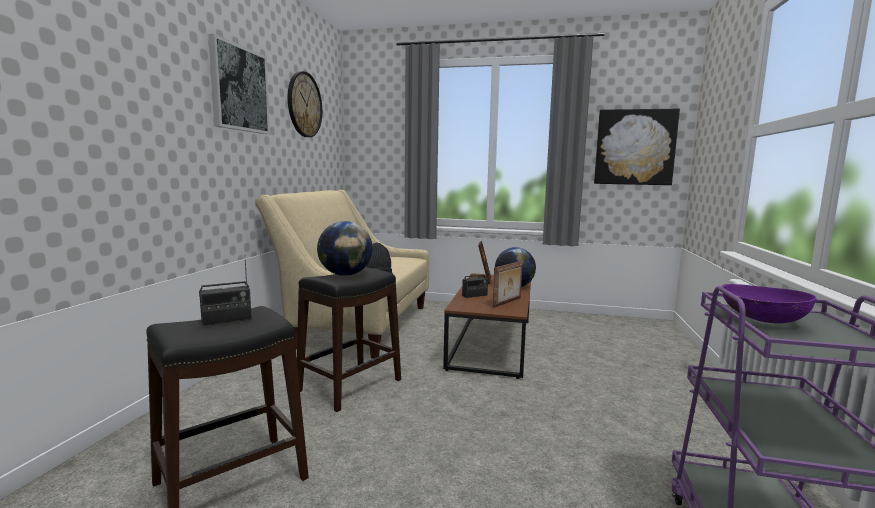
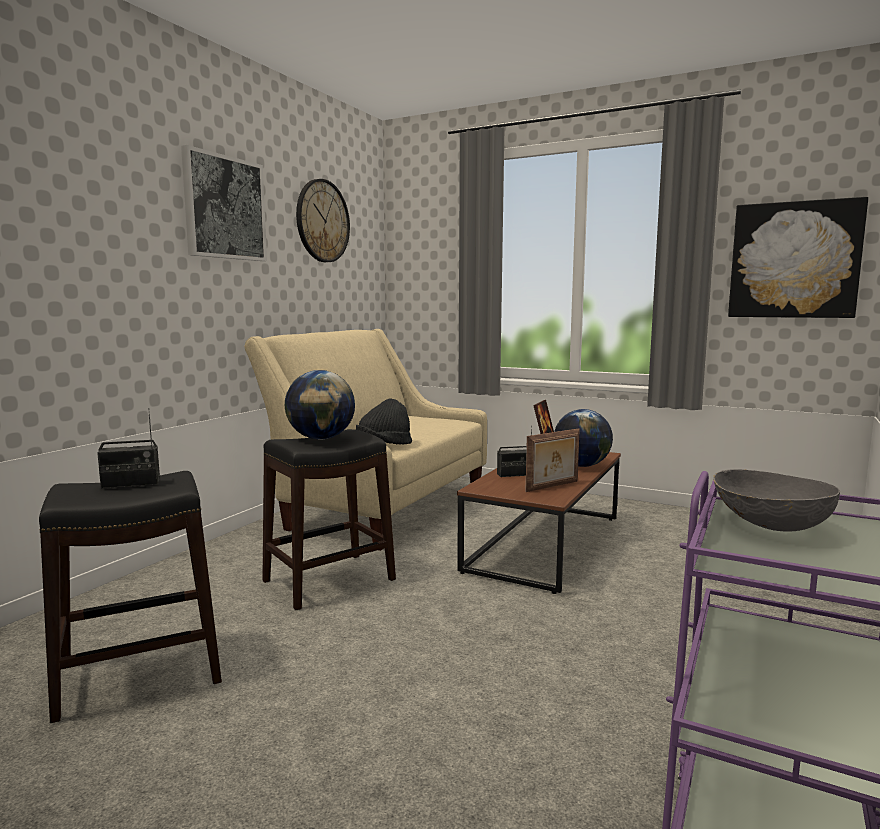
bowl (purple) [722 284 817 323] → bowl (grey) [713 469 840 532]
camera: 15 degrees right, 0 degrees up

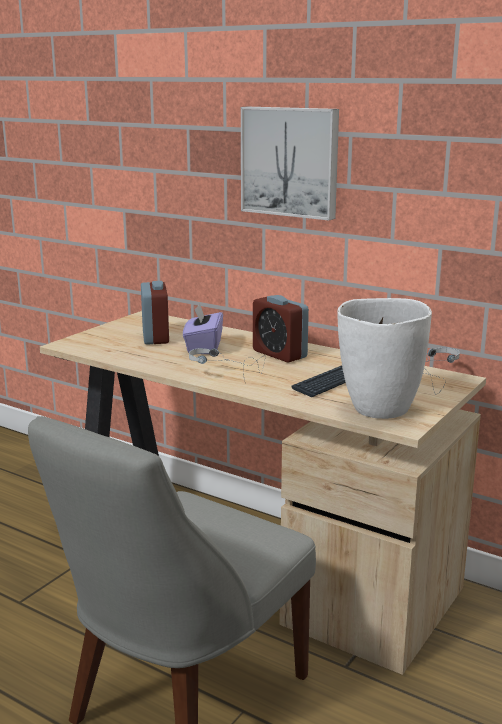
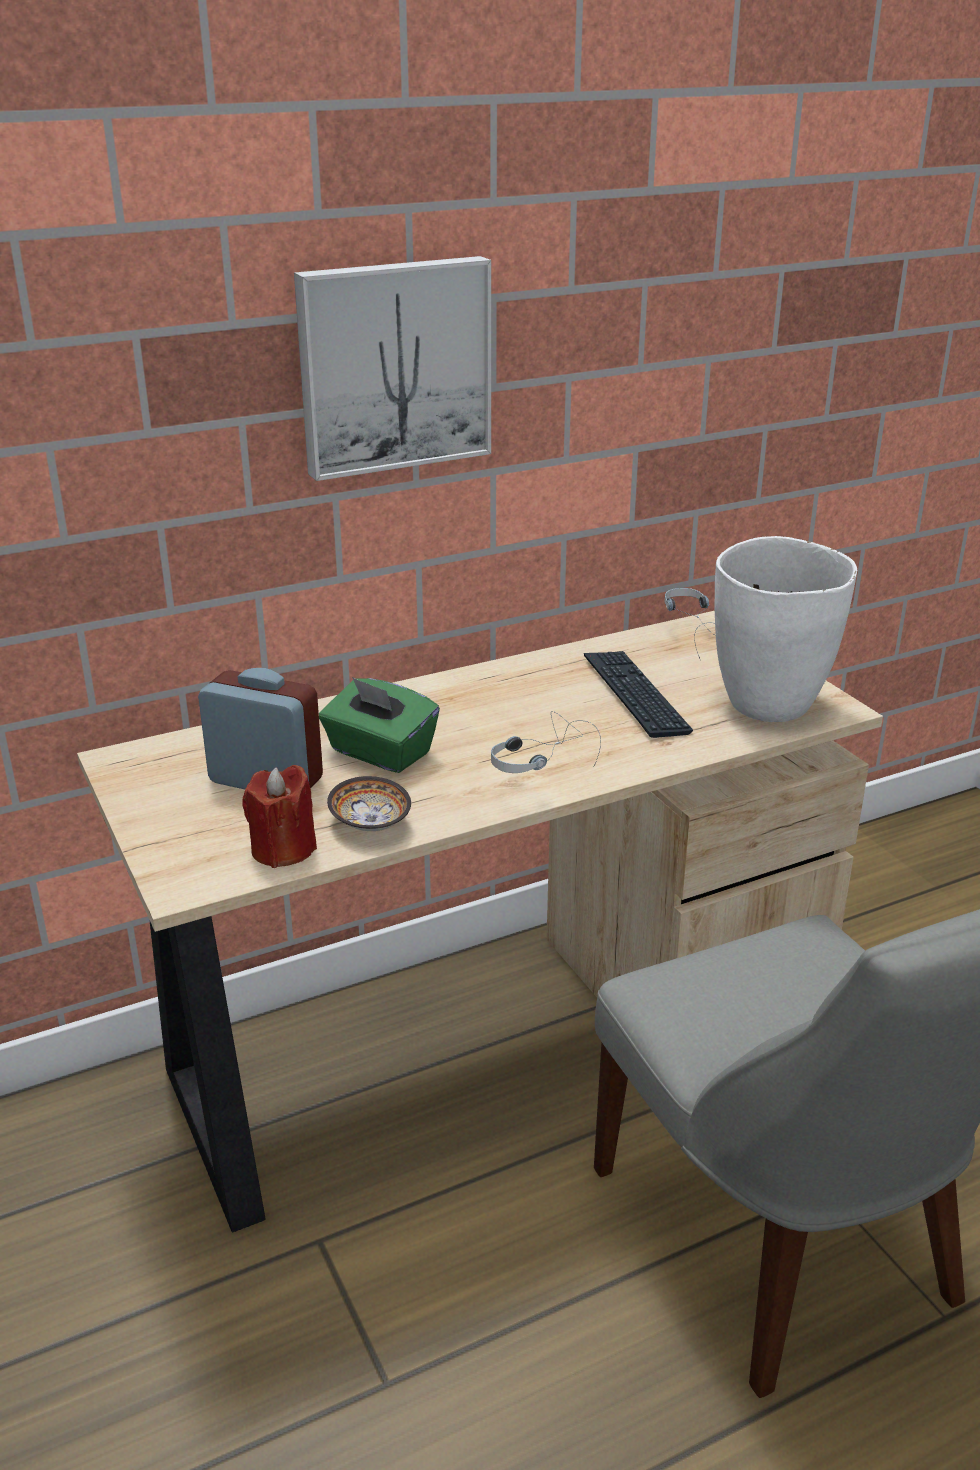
alarm clock [253 295 309 362] → -
- → candle (red) [242 765 317 868]
- → bowl [327 776 411 831]
tissue box (purple) [183 303 223 354] → tissue box (green) [319 677 440 773]
camera: 60 degrees left, 10 degrees up

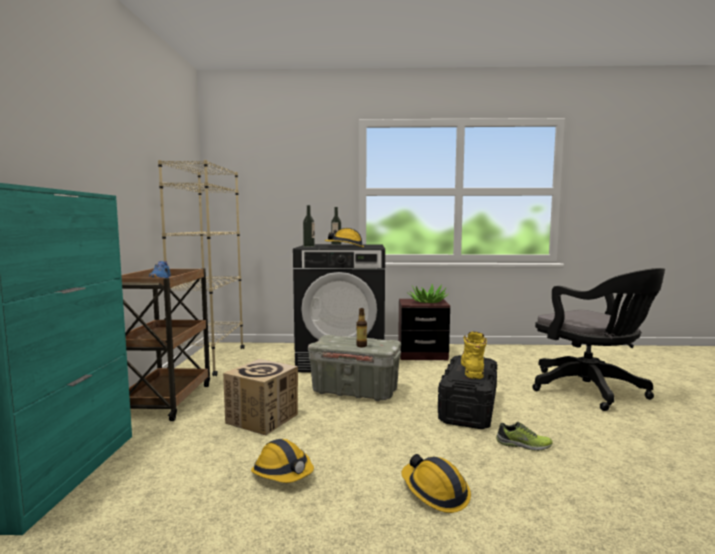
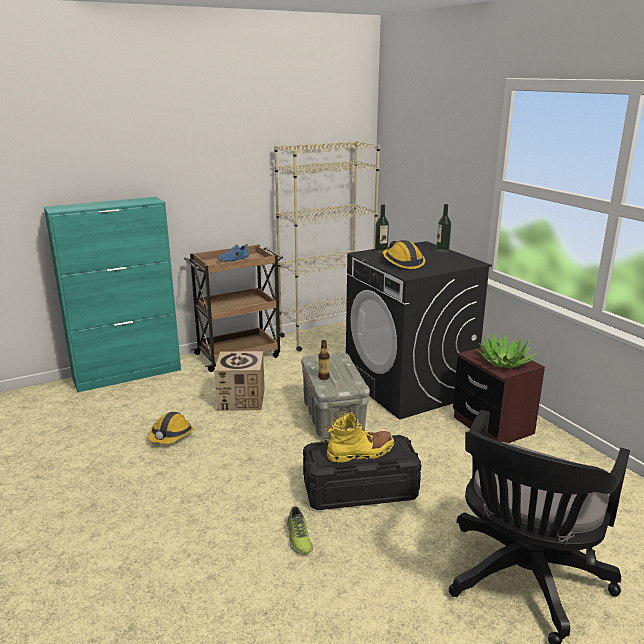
hard hat [401 454 471 513] → -
camera: 60 degrees right, 15 degrees up

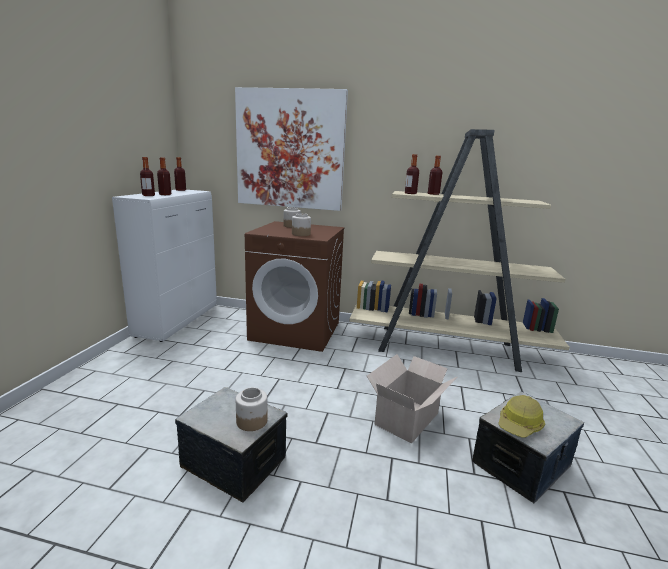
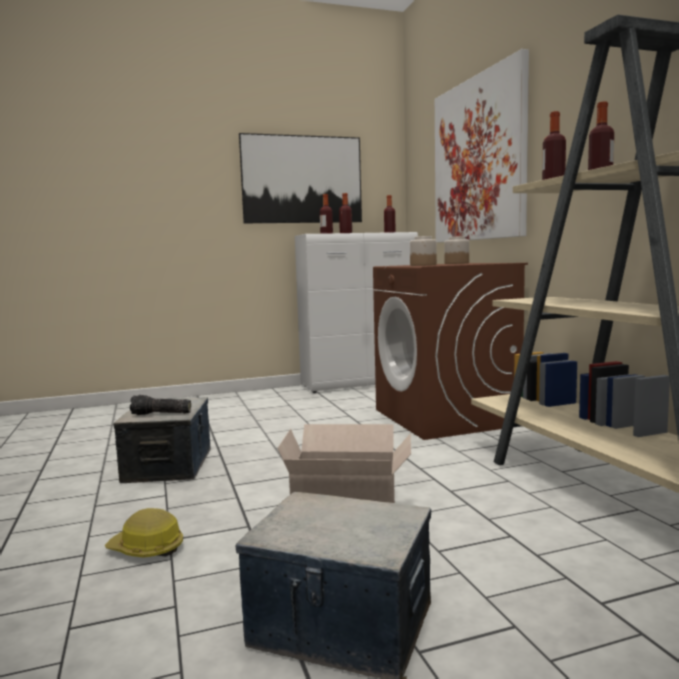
- → picture [239 133 362 223]
hard hat [498 395 545 437] → hard hat [105 508 183 558], moved
jar [236 387 267 431] → flashlight [130 395 191 415]
camera: 60 degrees right, 10 degrees down

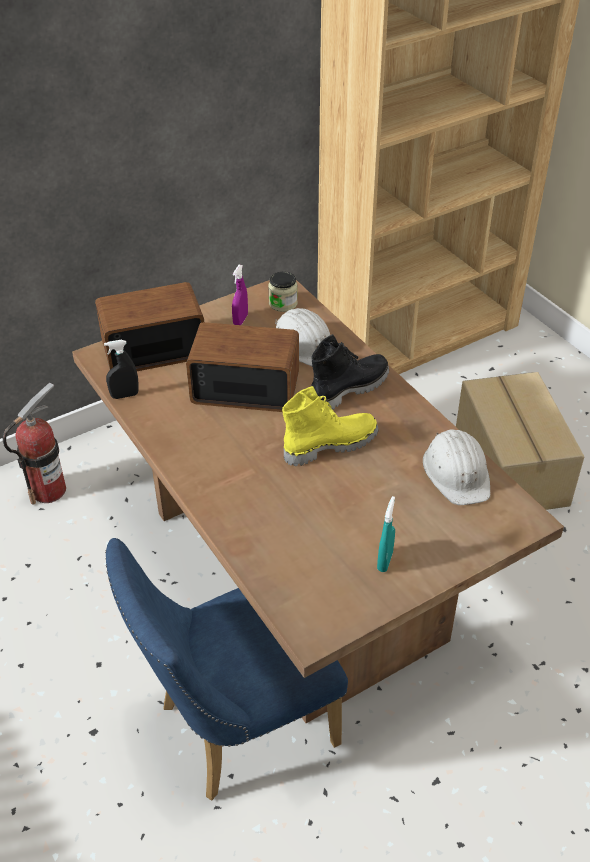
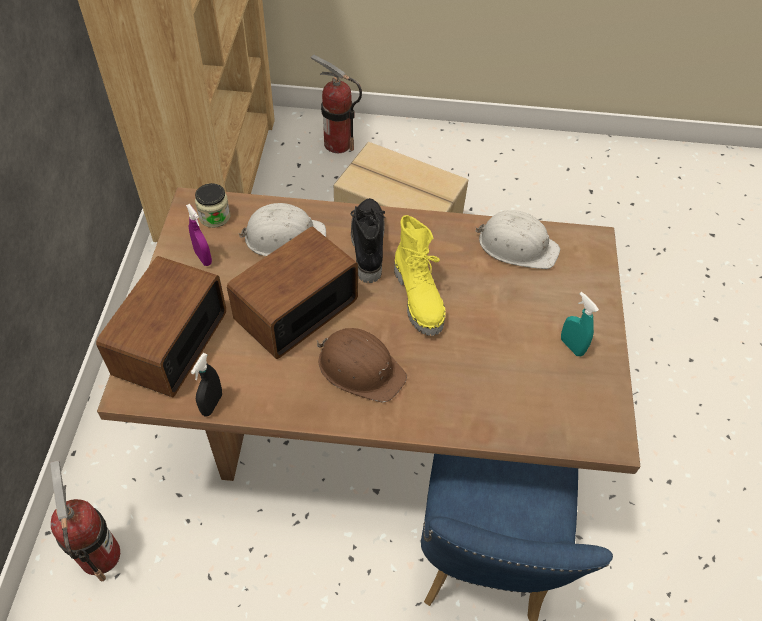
- → fire extinguisher [311 54 362 153]
- → hard hat (brown) [317 328 407 402]
boot (yellow) [282 386 378 466] → boot (yellow) [394 215 446 336], 150 degrees clockwise
camera: 55 degrees left, 10 degrees up

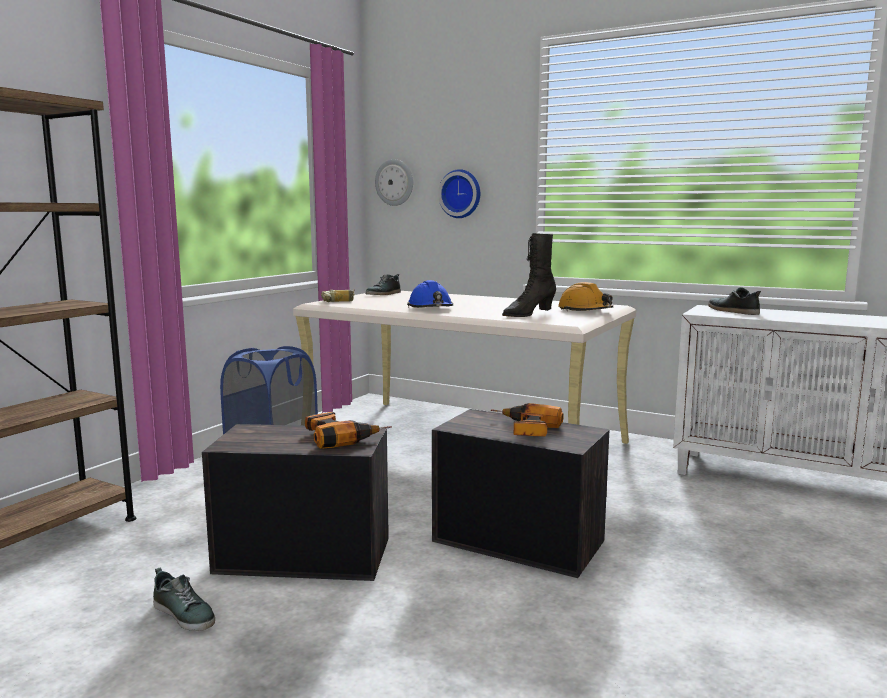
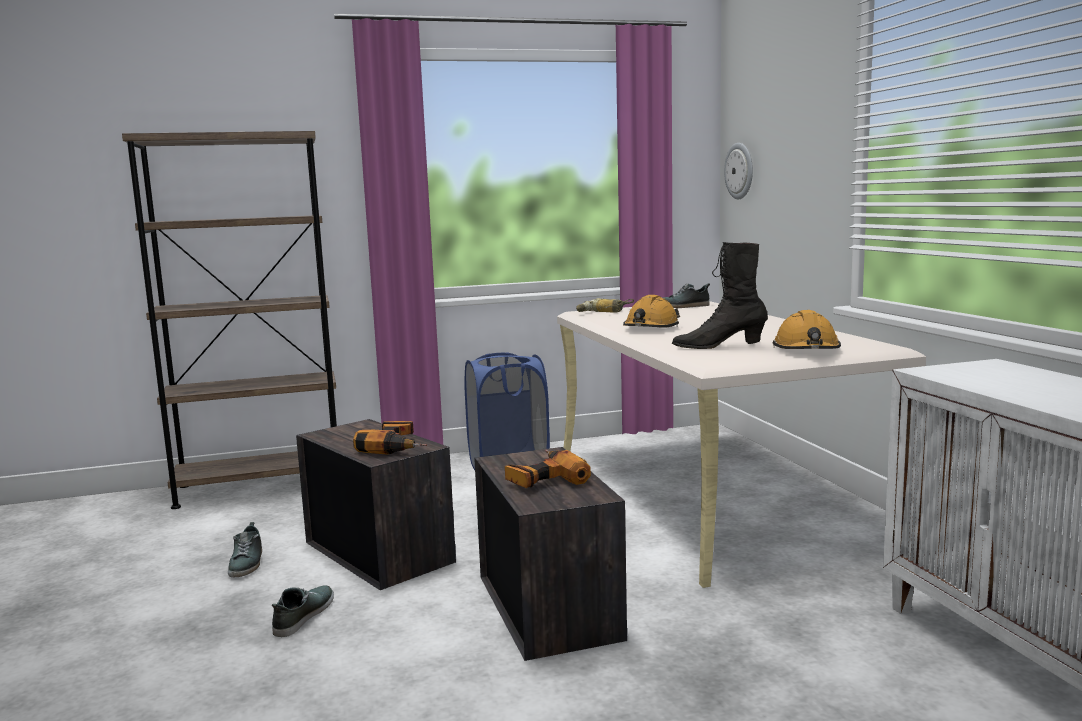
wall clock [438 169 480 218] → -
shoe [708 287 761 315] → shoe [272 585 334 637], moved
hard hat (blue) [407 280 453 308] → hard hat (orange) [623 295 680 328]
camera: 45 degrees right, 0 degrees up

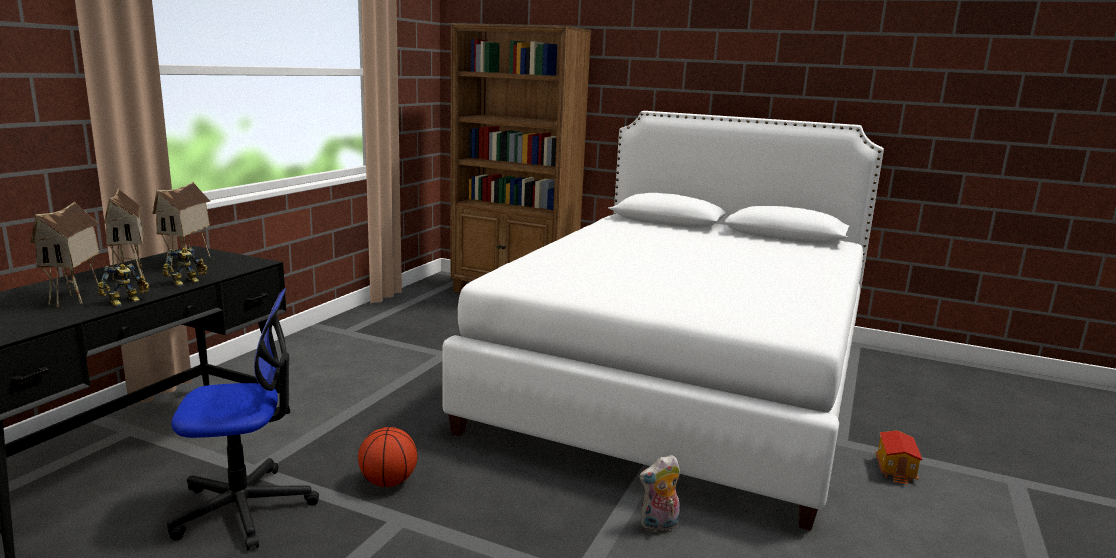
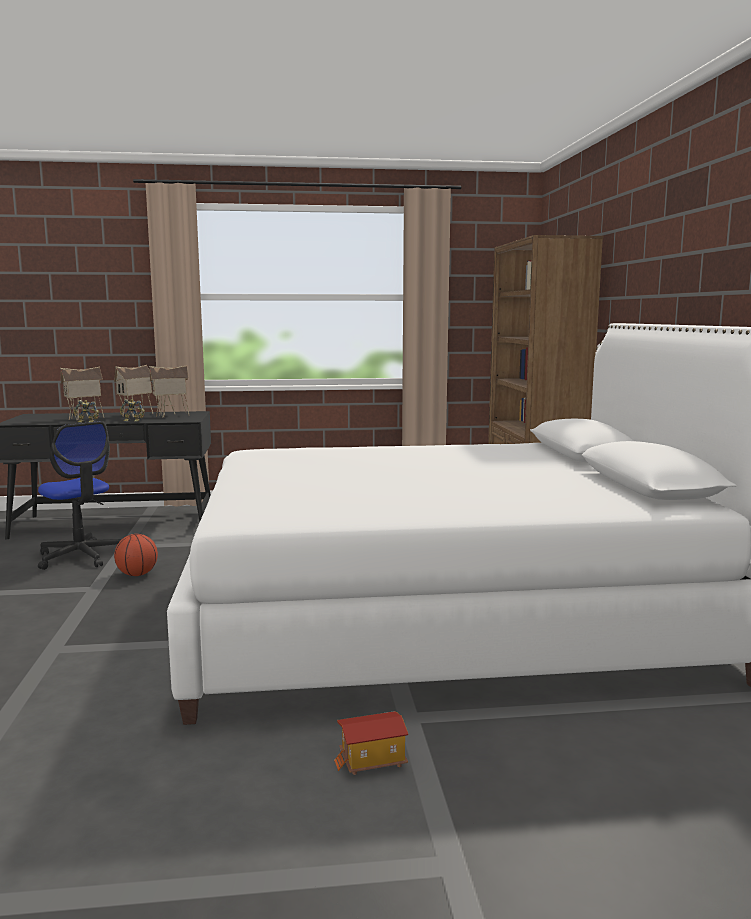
plush toy [639 455 680 532] → -
camera: 60 degrees right, 5 degrees down

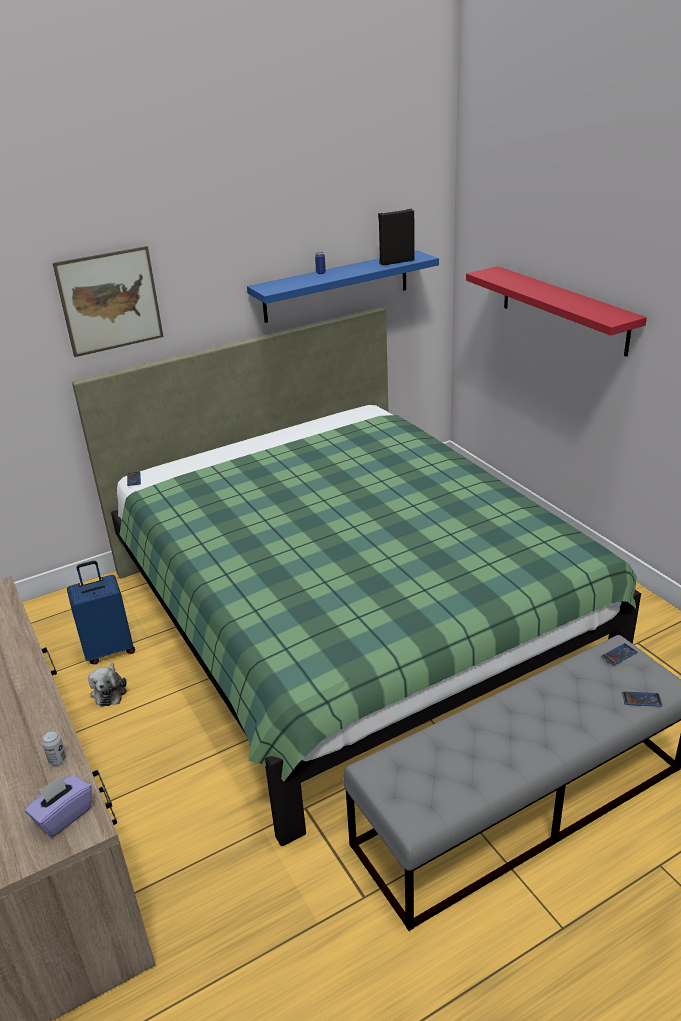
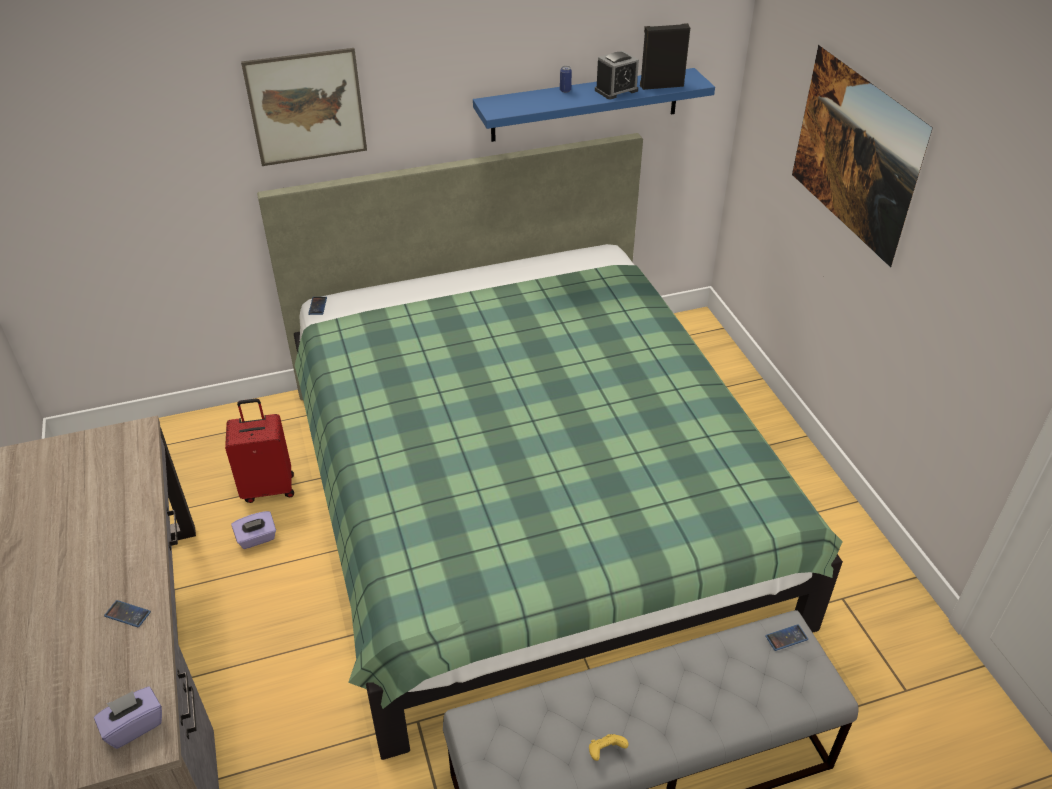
can [42 731 67 765] → -
- → game controller (yellow) [589 734 629 761]
- → alarm clock [595 51 639 99]
phone [622 691 662 707] → phone [104 600 151 627], moved
plush toy [88 663 127 707] → tissue box (purple) [231 511 276 549]
shelf (red) [466 266 647 357] → picture [792 45 933 268]
suitcase (blue) [67 561 135 664] → suitcase (red) [225 399 294 503]
camera: 10 degrees right, 10 degrees up

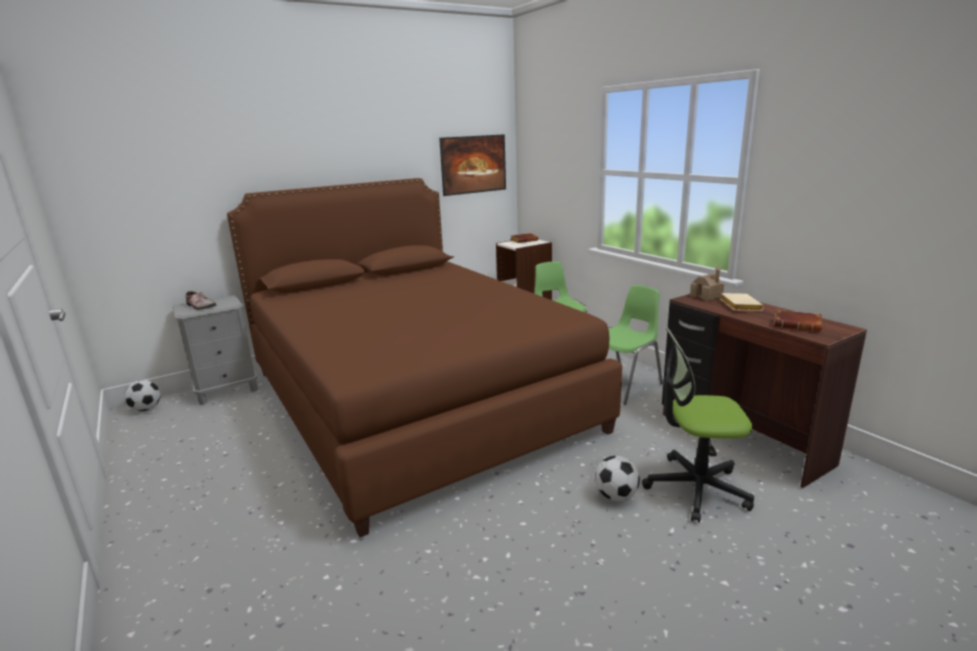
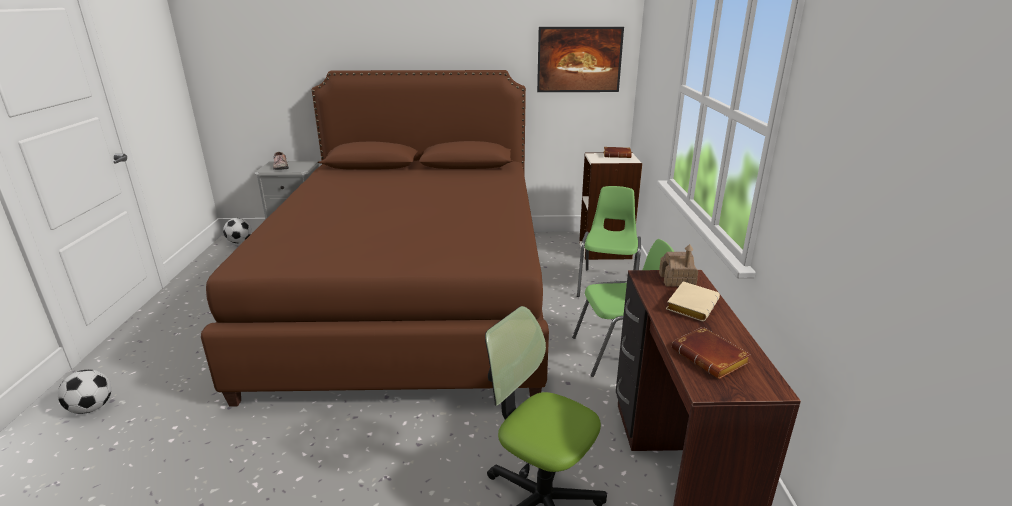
football [595 456 640 501] → football [58 370 112 414], moved
camera: 30 degrees right, 5 degrees up

